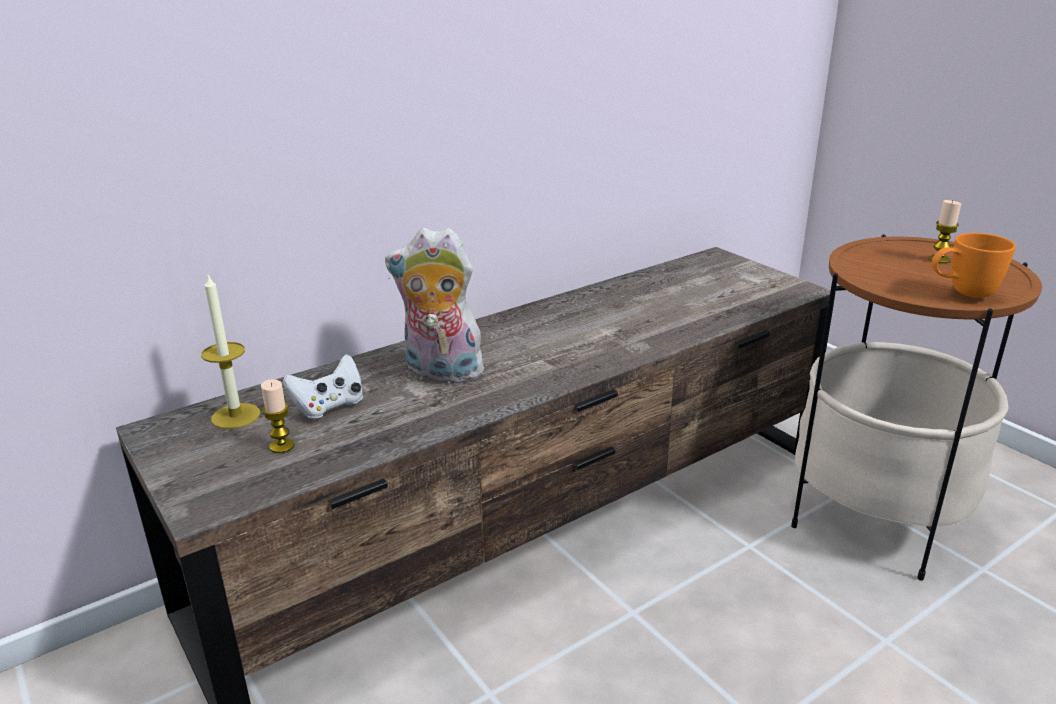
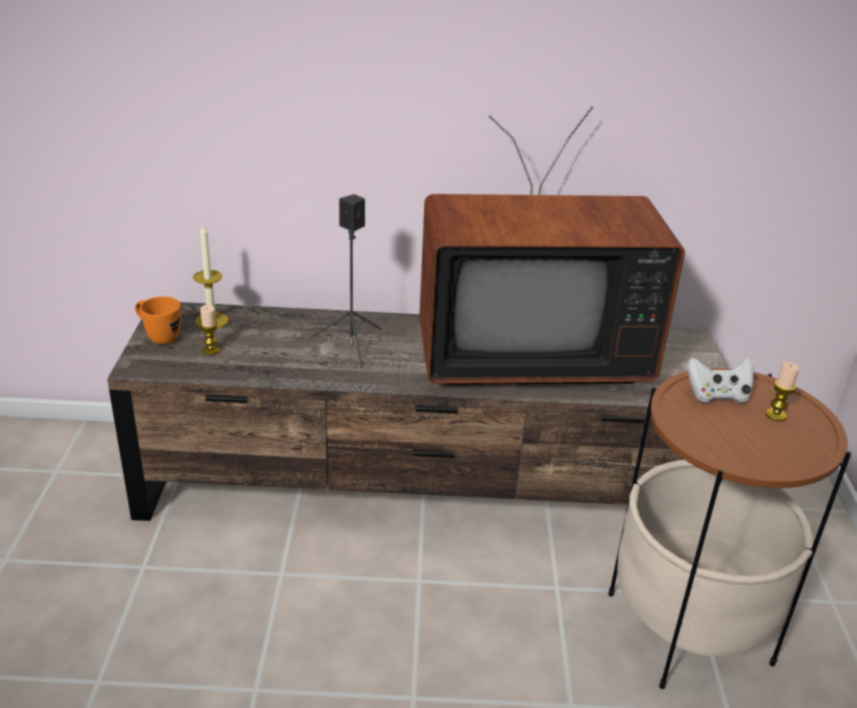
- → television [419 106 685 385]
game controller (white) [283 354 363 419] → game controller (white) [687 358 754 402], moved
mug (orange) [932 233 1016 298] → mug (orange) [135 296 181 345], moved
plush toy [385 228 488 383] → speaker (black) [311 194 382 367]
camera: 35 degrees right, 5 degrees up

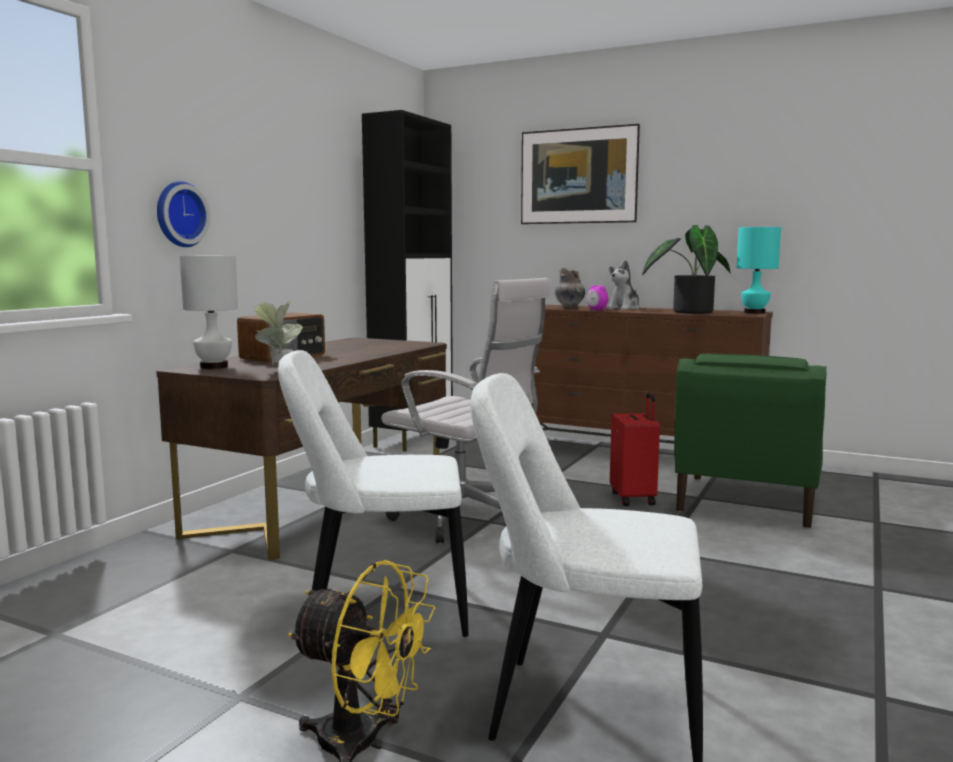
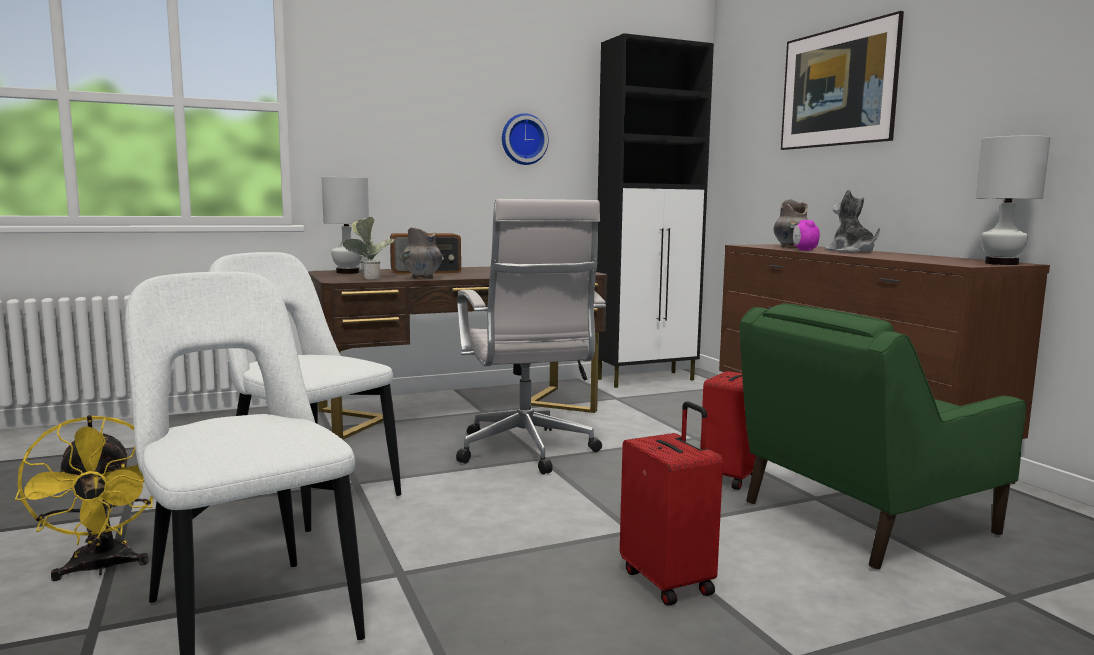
potted plant [642 225 731 314] → -
- → vase (grey) [402 227 443 279]
- → suitcase (red) [620 401 723 606]
wall clock [157 181 210 247] → wall clock [502 113 549 165], moved
table lamp (turquoise) [737 227 781 314] → table lamp (white) [976 135 1050 265]
plush toy [607 260 640 310] → plush toy [825 189 880 253], 75 degrees clockwise
camera: 40 degrees right, 0 degrees up

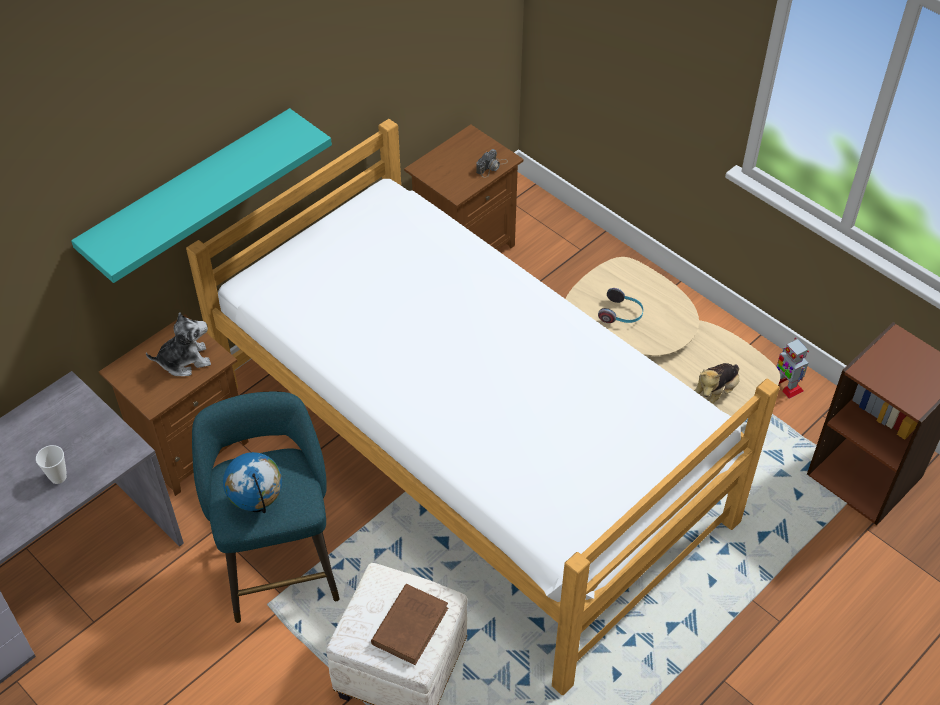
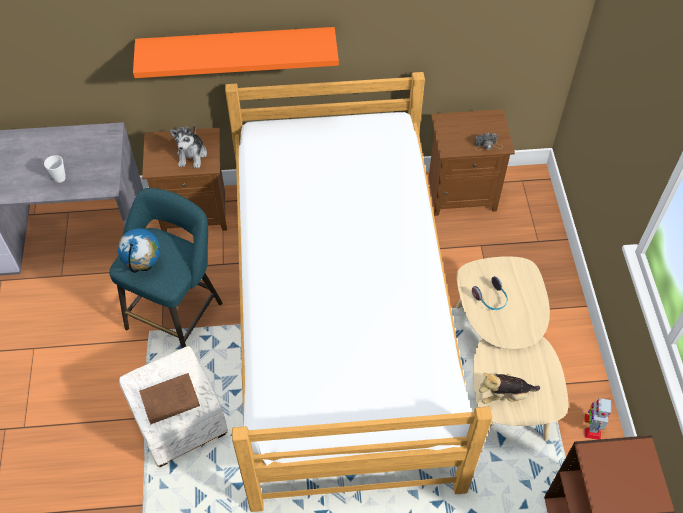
shelf (turquoise) [71 108 332 283] → shelf (orange) [133 27 339 78]
plush toy [146 312 211 376] → plush toy [170 126 207 168], 75 degrees clockwise
camera: 40 degrees right, 5 degrees up

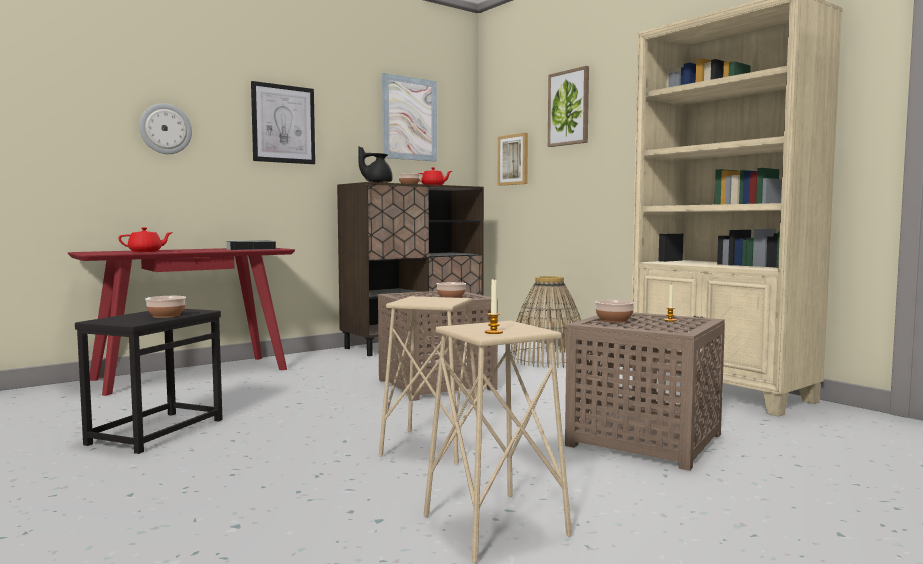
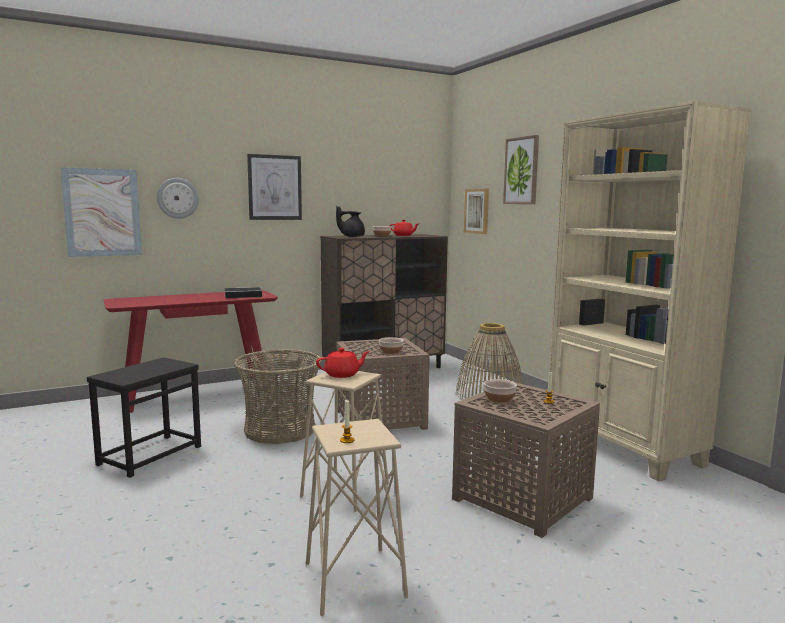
bowl [145 296 186 318] → -
- → basket [233 349 322 444]
teapot (red) [118 227 173 252] → teapot (red) [316 348 370 378], moved
picture [382 73 437 161] → picture [60 167 142 257], moved
camera: 10 degrees right, 5 degrees up

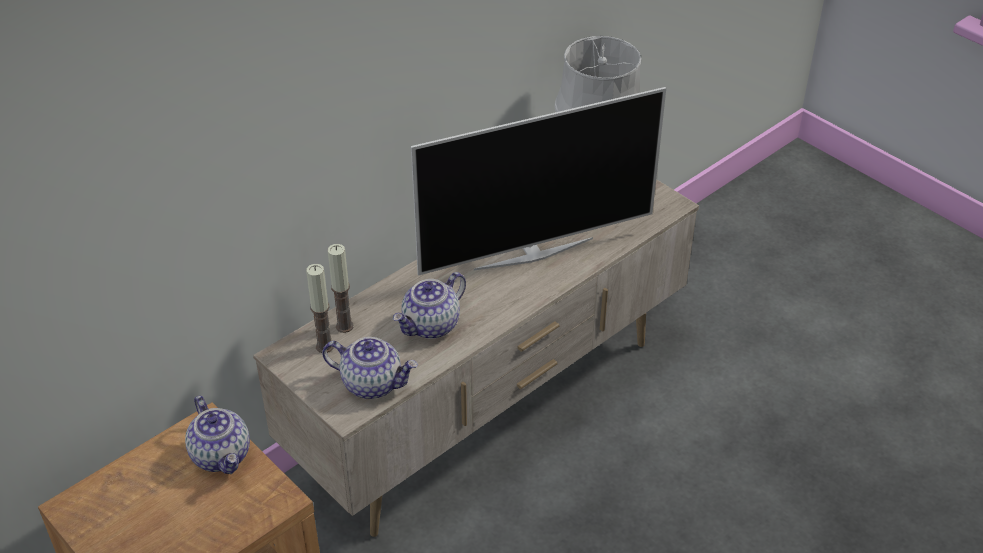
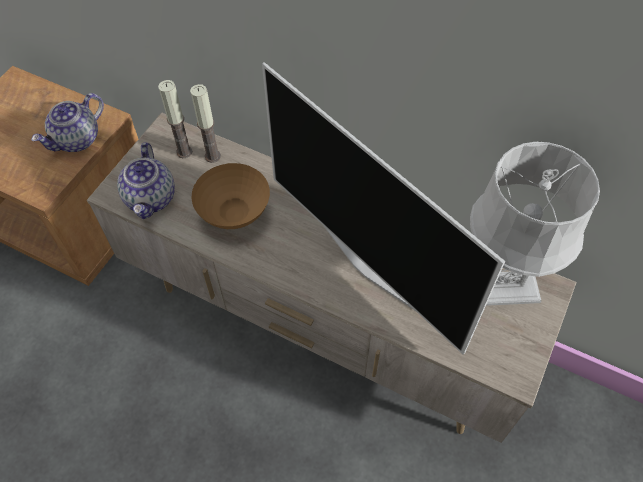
teapot [393 272 466 339] → bowl (brown) [191 163 270 229]
camera: 70 degrees right, 15 degrees up

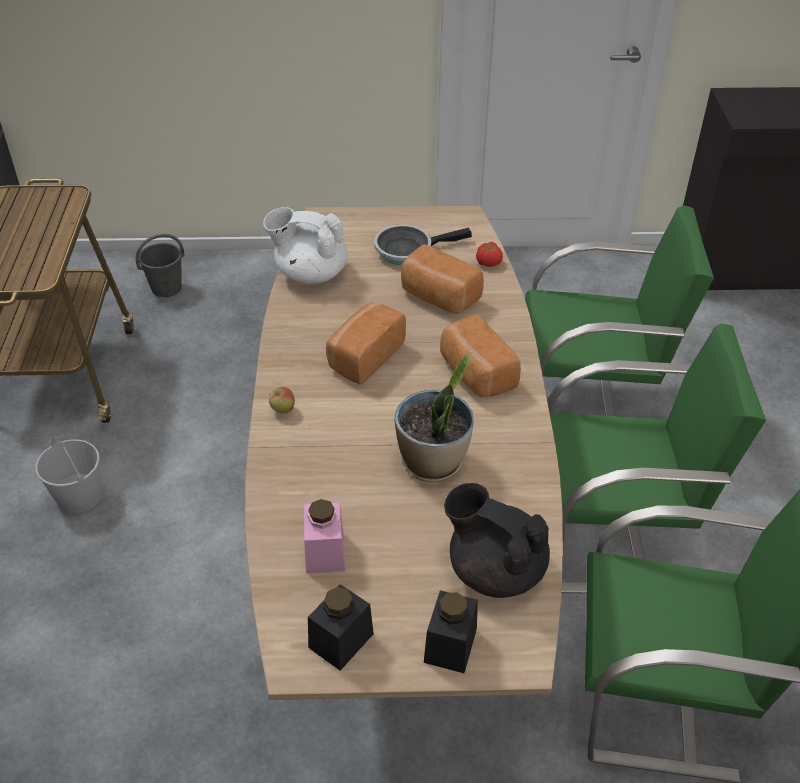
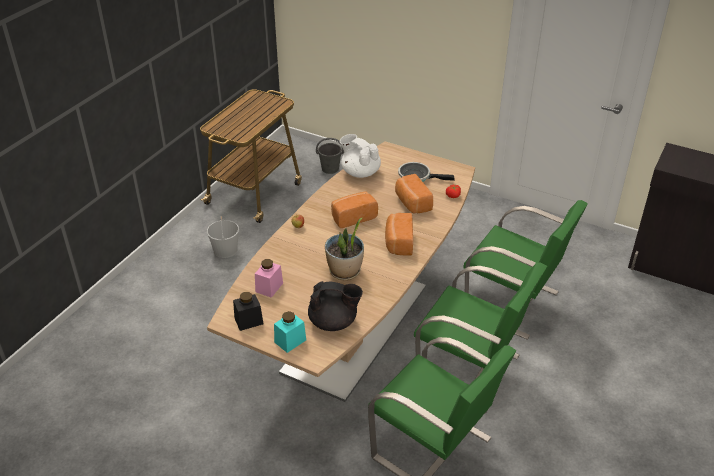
jar (black) [424 590 478 673] → jar (turquoise) [274 311 306 353]
teapot (black) [444 483 550 598] → teapot (black) [308 281 363 331], 120 degrees clockwise
camera: 30 degrees right, 5 degrees down

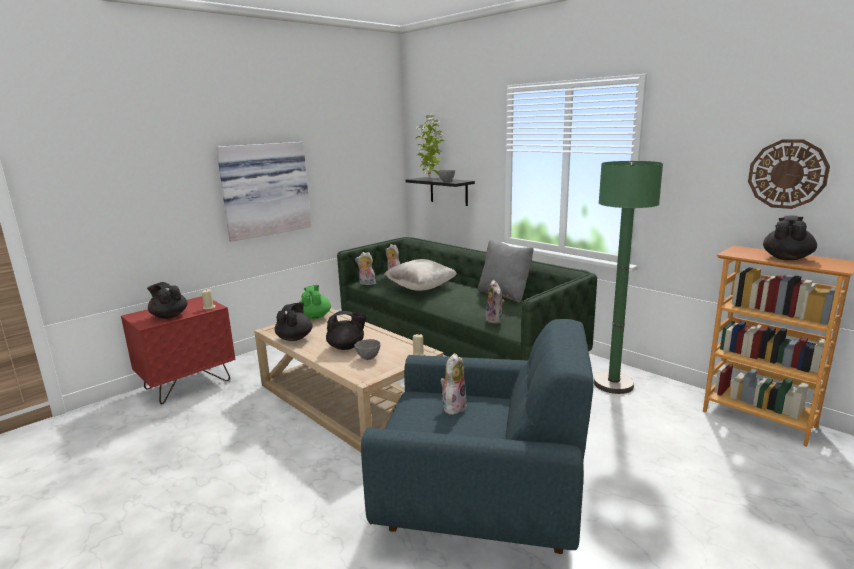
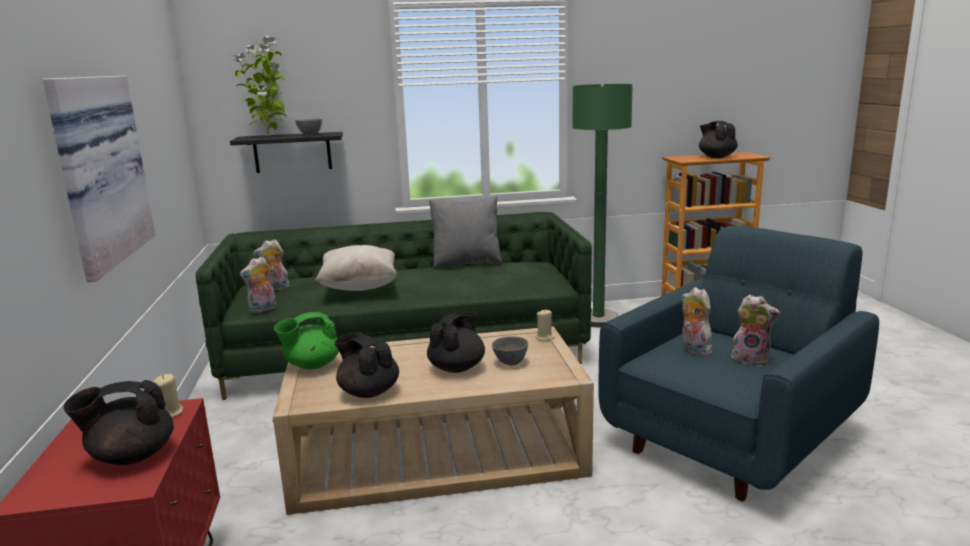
wall clock [748 139 830 209] → -
plush toy [486 280 504 324] → plush toy [730 295 781 366], moved
teapot (green) [299 285 331 320] → teapot (green) [274 312 339 370], 60 degrees counterclockwise
camera: 55 degrees left, 0 degrees up

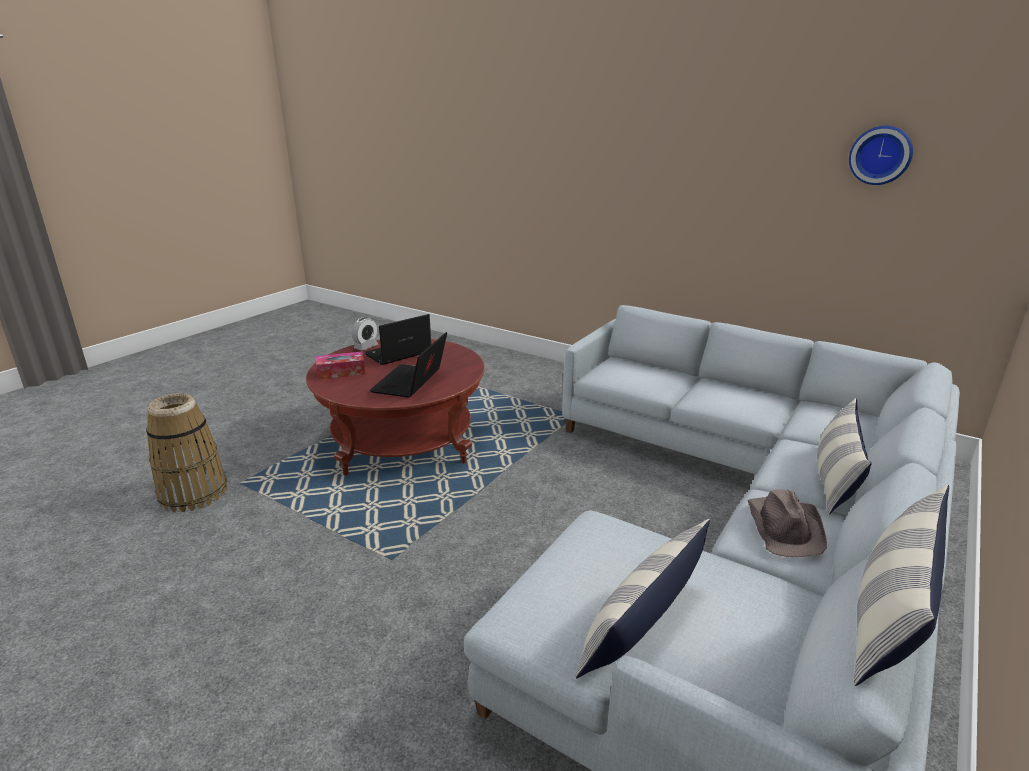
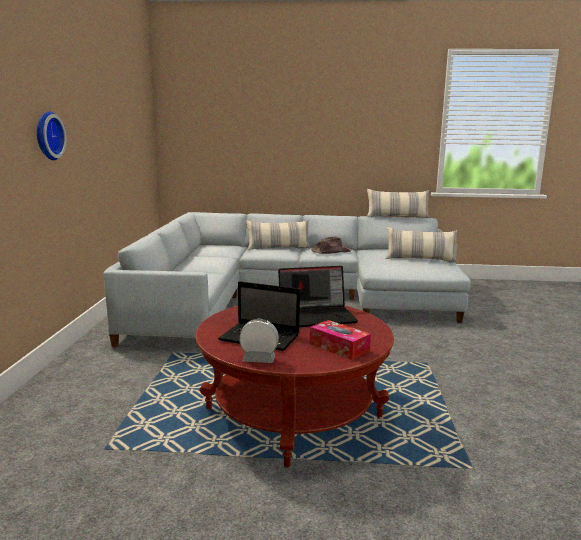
basket [146 393 227 512] → -
wall clock [849 126 913 185] → wall clock [37 112 67 160], moved
camera: 120 degrees left, 10 degrees down

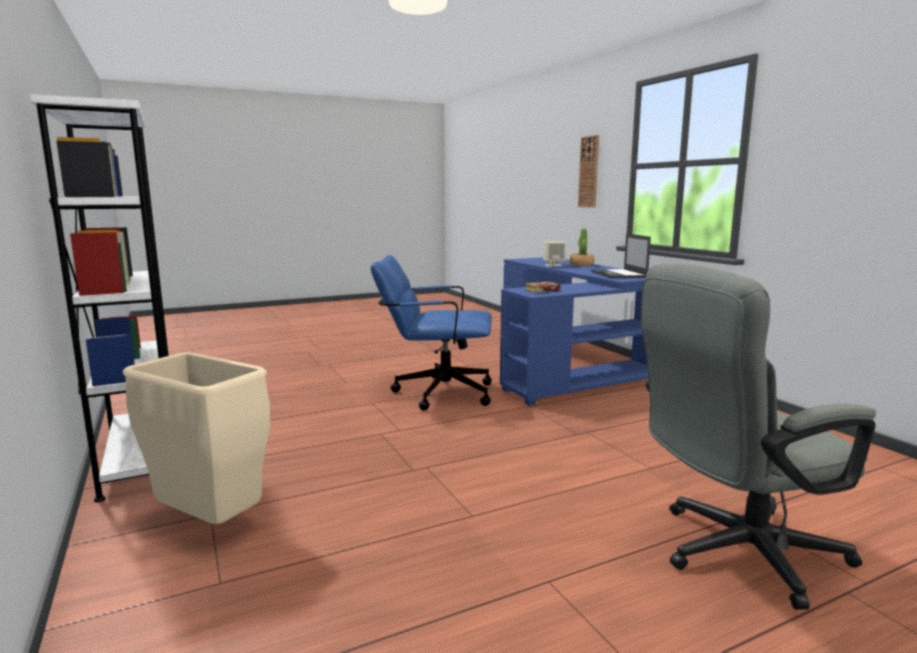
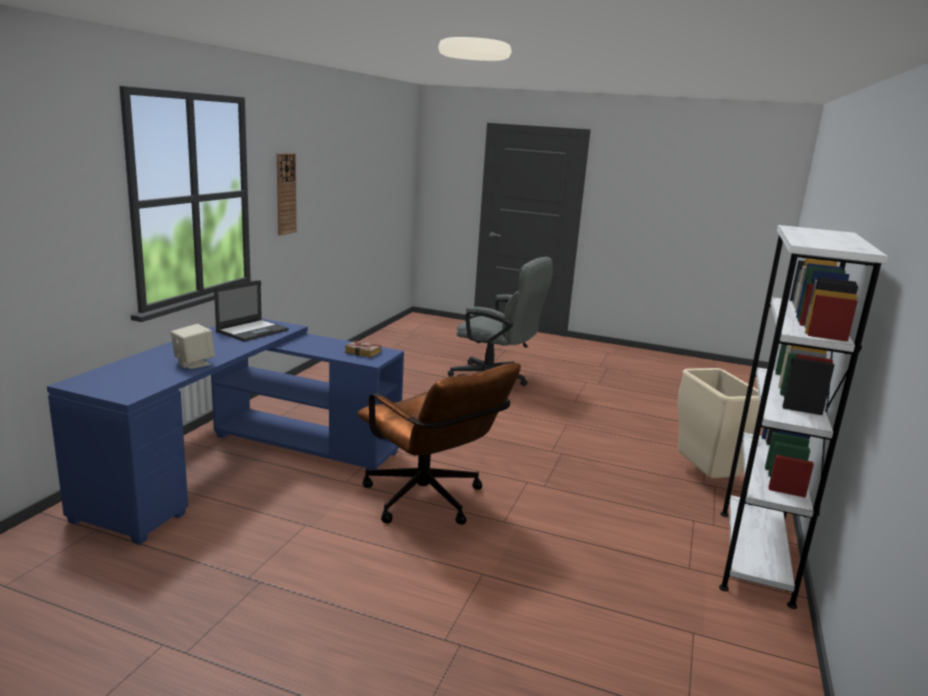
potted plant [570 228 594 266] → -
wall clock [578 135 599 208] → wall clock [277 153 297 235], moved
office chair (blue) [371 255 492 410] → office chair (brown) [357 363 521 525]
camera: 135 degrees left, 5 degrees up

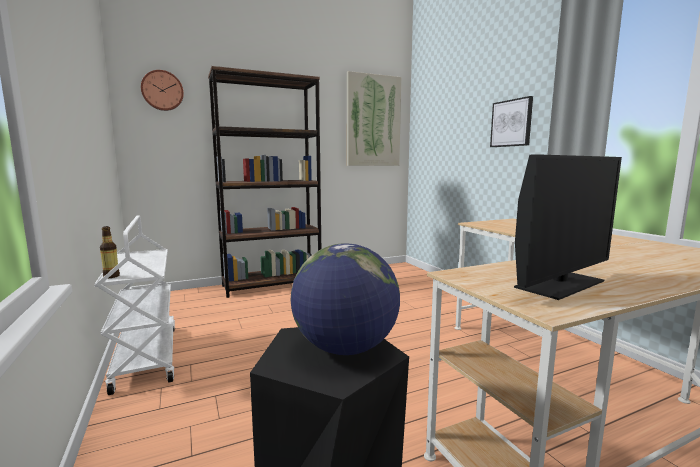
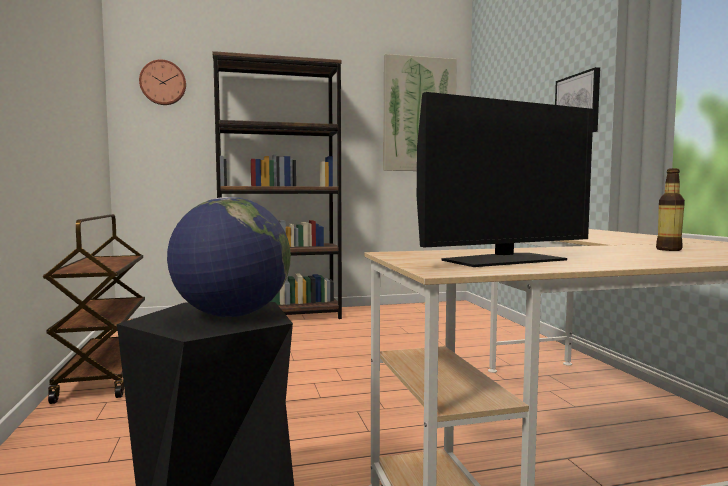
bottle [100 226 120 278] → bottle [656 168 685 251], moved
cart (white) [95 215 175 395] → cart (brown) [43 214 145 404]
camera: 10 degrees right, 5 degrees down

